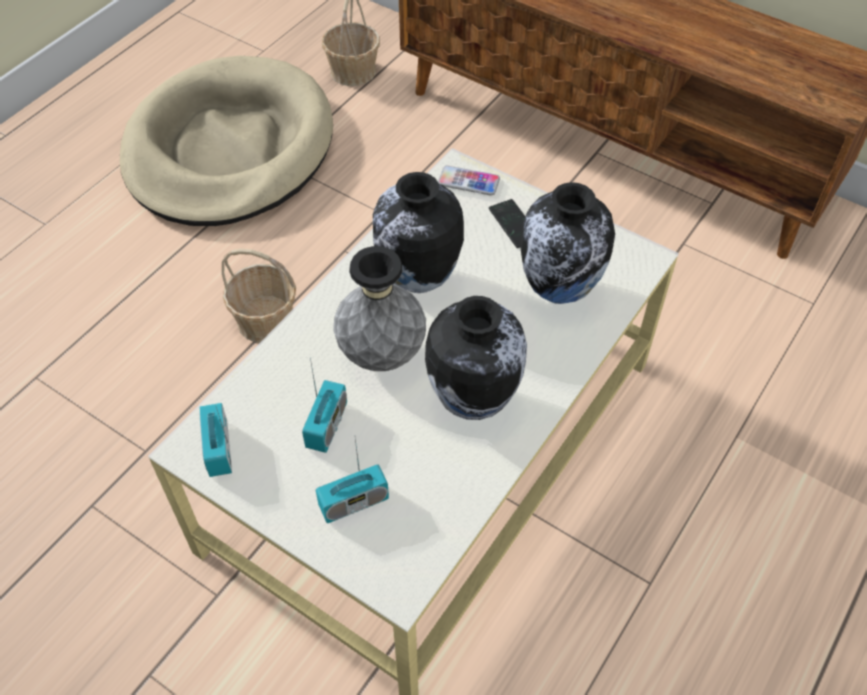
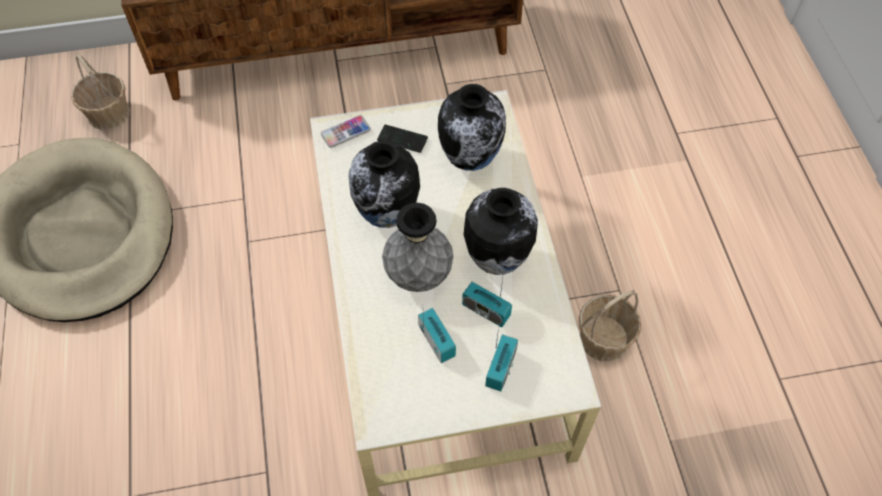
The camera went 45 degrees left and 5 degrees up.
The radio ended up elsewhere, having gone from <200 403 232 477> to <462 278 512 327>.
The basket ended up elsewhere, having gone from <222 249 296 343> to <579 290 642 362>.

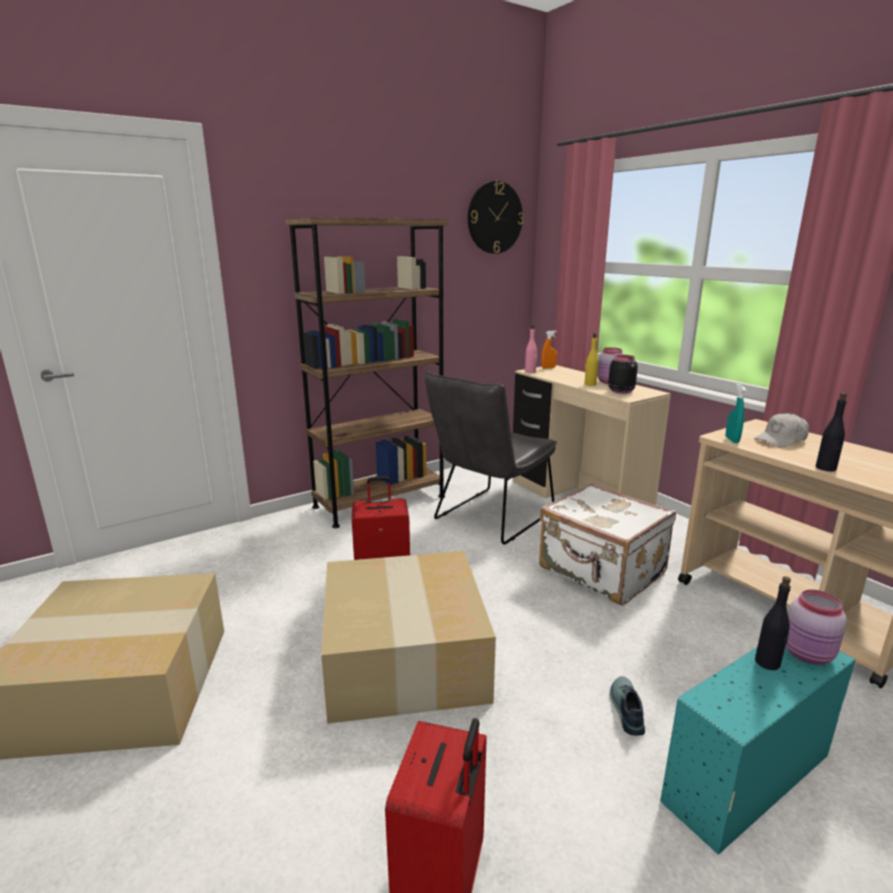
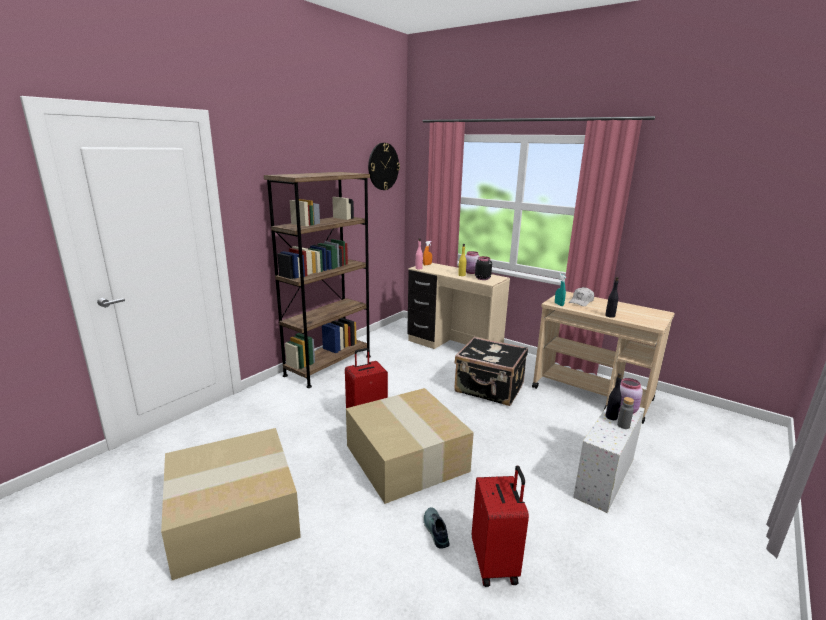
The camera went 20 degrees left and 0 degrees up.
The second view lost the grey chair at <425 371 557 545>.
What was the white suitcase at <539 483 676 605> turned into the black suitcase at <454 337 528 406>.
The shoe ended up elsewhere, having gone from <609 676 645 736> to <423 507 450 549>.
What was the turquoise storage box at <660 646 856 855> turned into the white storage box at <573 407 645 513>.
The second view gained the grey bottle at <617 397 634 429>.

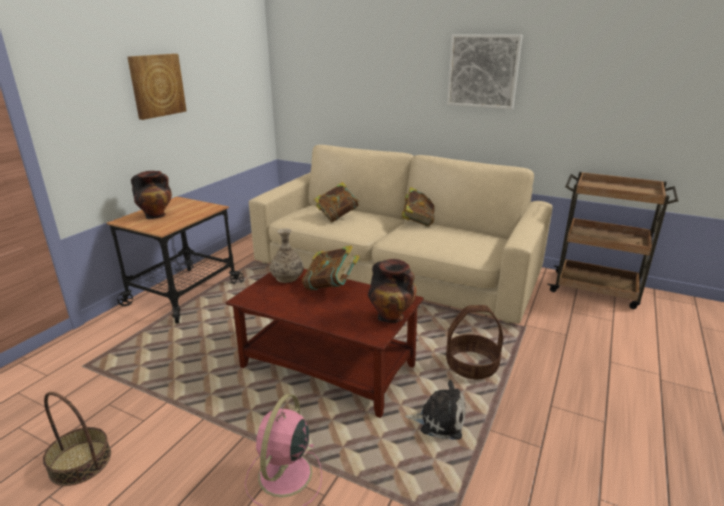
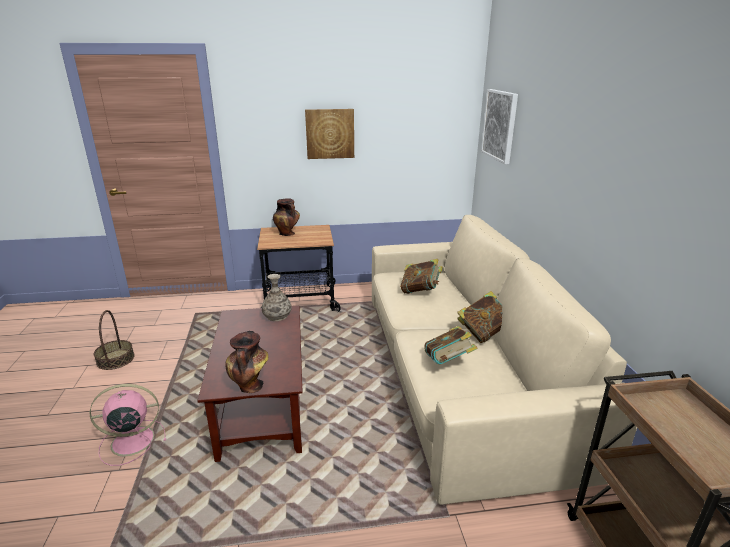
The camera went 55 degrees right and 0 degrees up.
The book ended up elsewhere, having gone from <302 245 360 291> to <424 326 478 364>.
The second view lost the plush toy at <405 380 466 440>.
The second view lost the basket at <446 305 503 379>.
The picture ended up elsewhere, having gone from <447 34 522 109> to <481 89 518 165>.

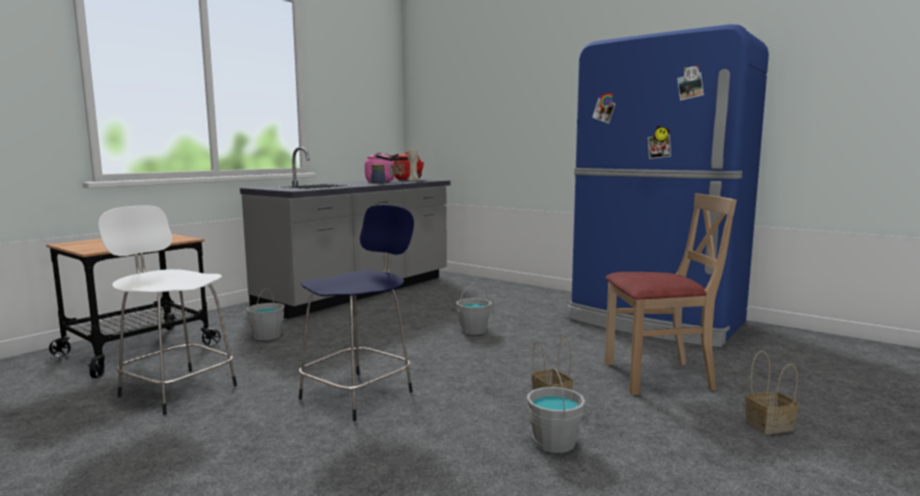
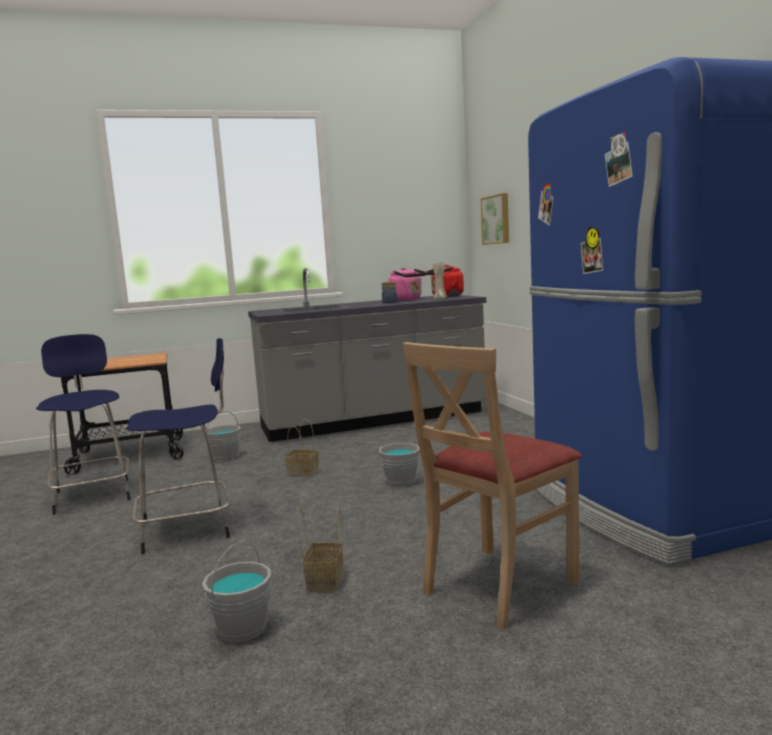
The camera went 35 degrees right and 0 degrees up.
What was the white stool at <98 205 237 415> turned into the blue stool at <36 334 131 515>.
The beige chair at <605 193 737 395> ended up facing another way, 105 degrees clockwise from before.
The basket ended up elsewhere, having gone from <745 351 799 434> to <285 419 319 477>.
The second view gained the picture at <480 193 509 245>.

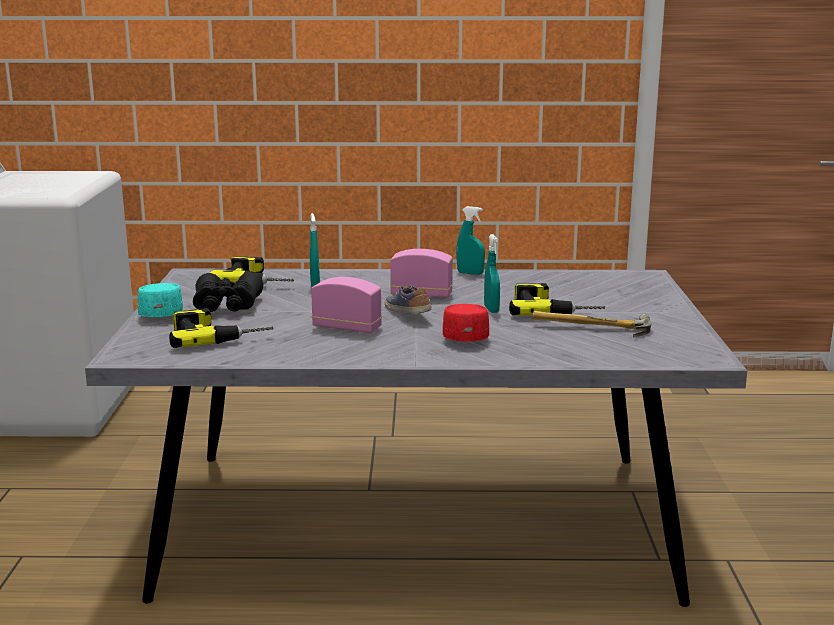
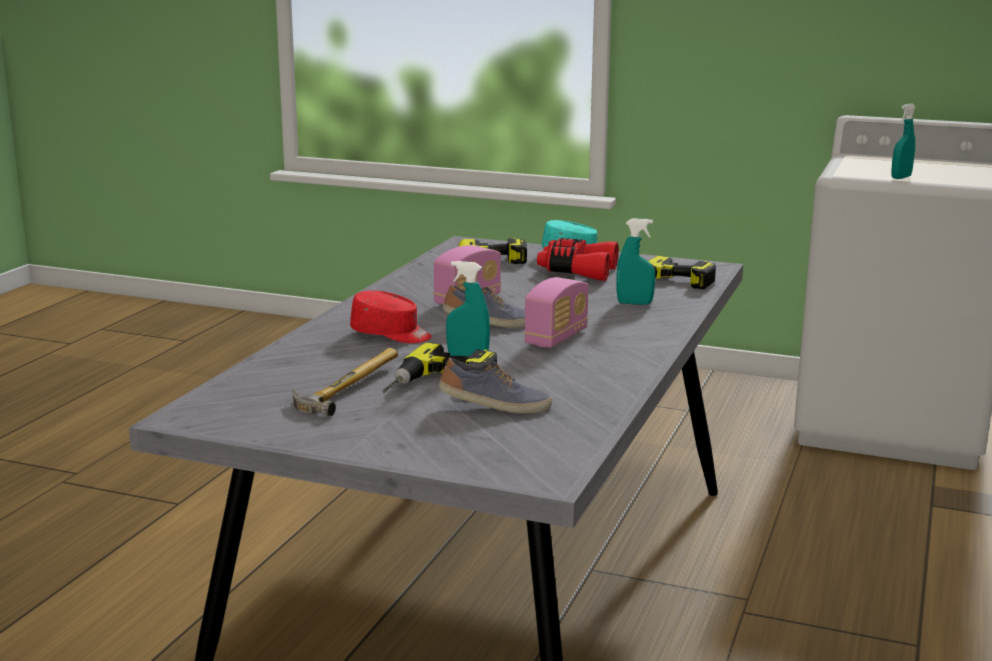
The camera went 110 degrees right and 0 degrees up.
What was the black binoculars at <193 272 263 312> turned into the red binoculars at <537 238 619 281>.
The turquoise spray bottle ended up elsewhere, having gone from <456 206 485 275> to <891 104 916 179>.
The second view gained the shoe at <439 358 552 414>.

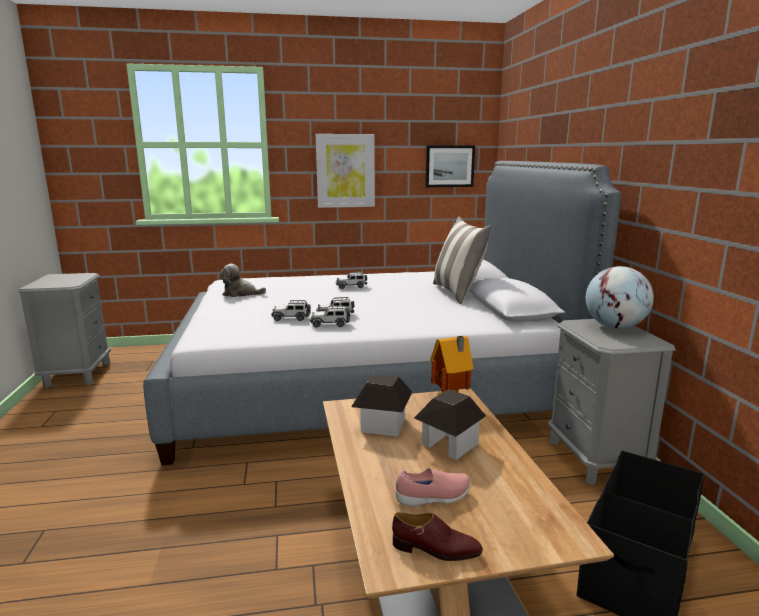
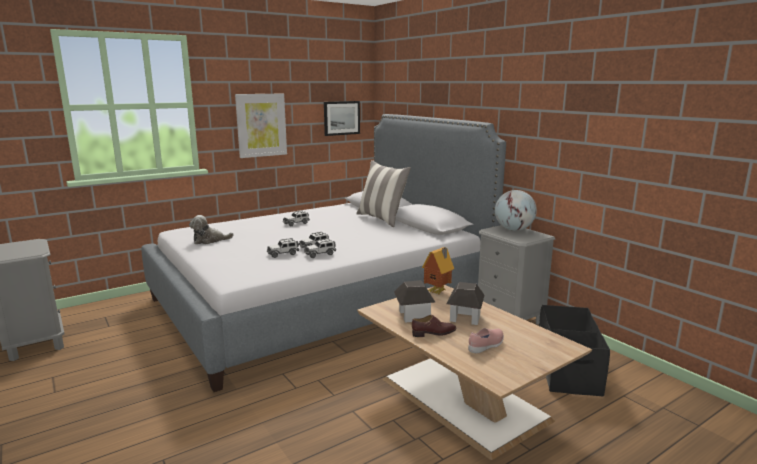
The camera went 25 degrees left and 0 degrees up.
The brown shoe ended up elsewhere, having gone from <392 512 483 561> to <412 315 456 337>.

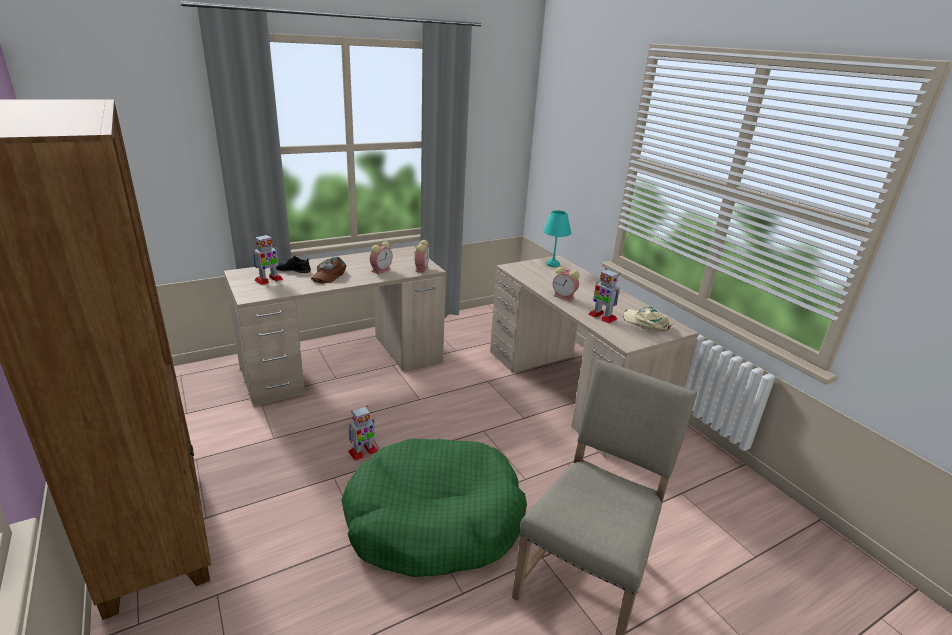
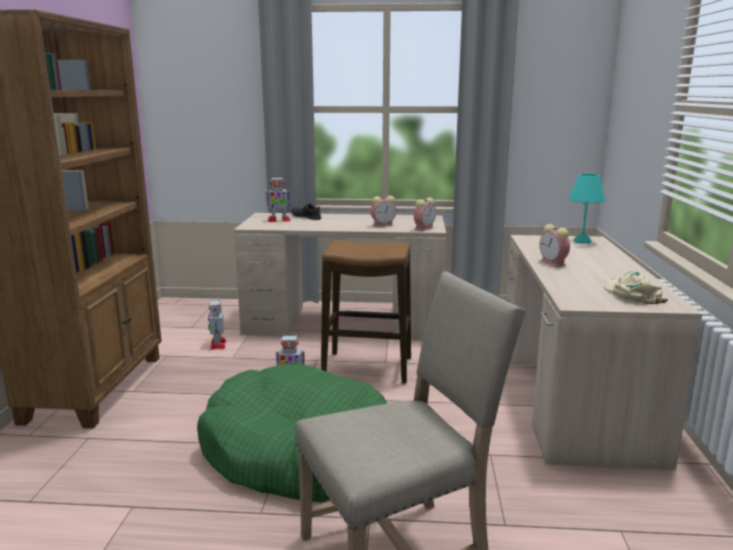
The camera went 35 degrees right and 10 degrees down.
The second view lost the brown cap at <311 257 346 284>.
The toy robot ended up elsewhere, having gone from <588 268 620 324> to <208 299 226 350>.
The second view gained the stool at <321 240 411 384>.

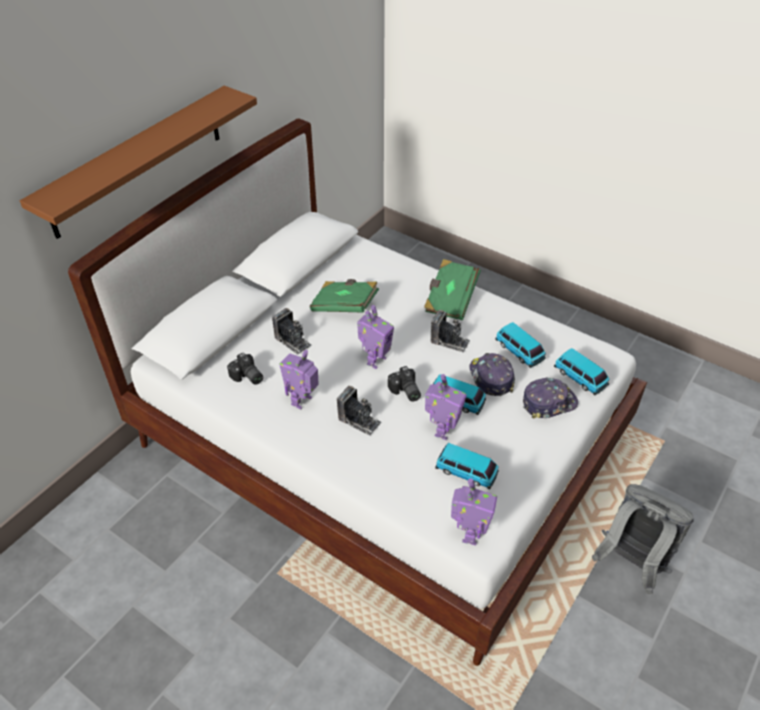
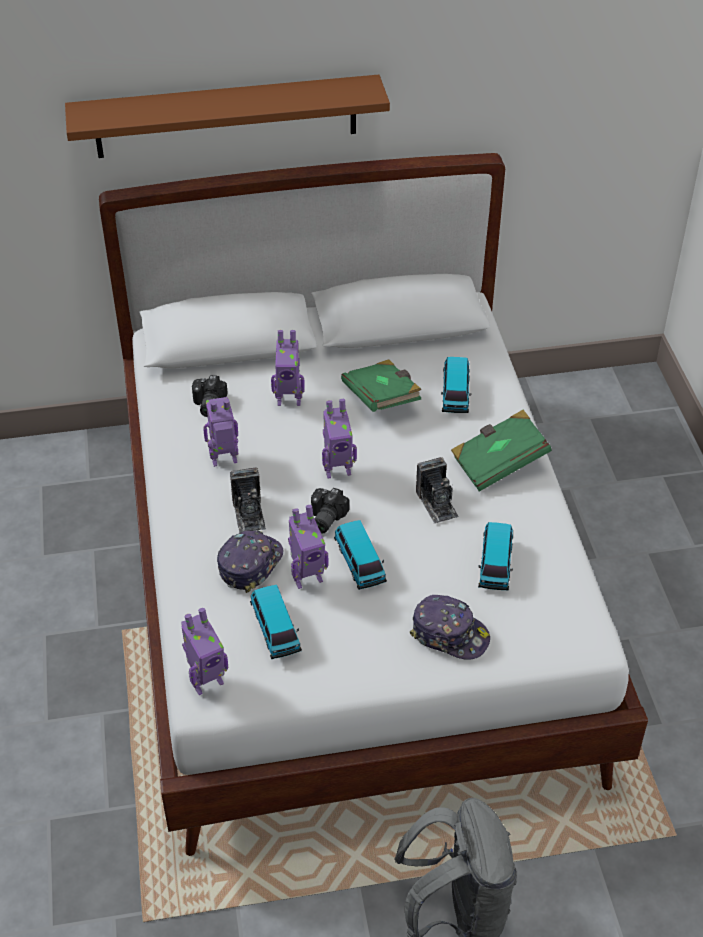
The camera went 45 degrees right and 0 degrees up.
Where the photo camera stood at <272 308 311 355>, the toy robot came to stand at <271 330 305 406>.
The cap ended up elsewhere, having gone from <469 353 515 396> to <217 531 283 593>.
The toy car ended up elsewhere, having gone from <554 348 610 395> to <441 357 471 413>.

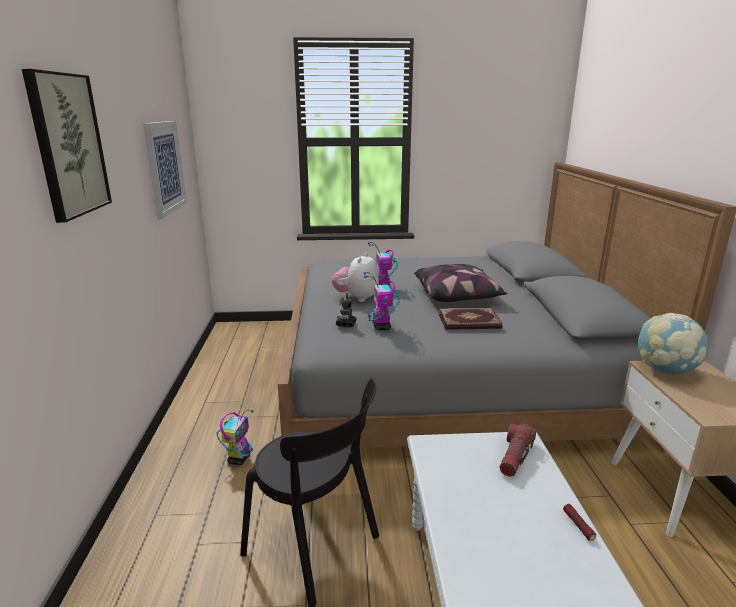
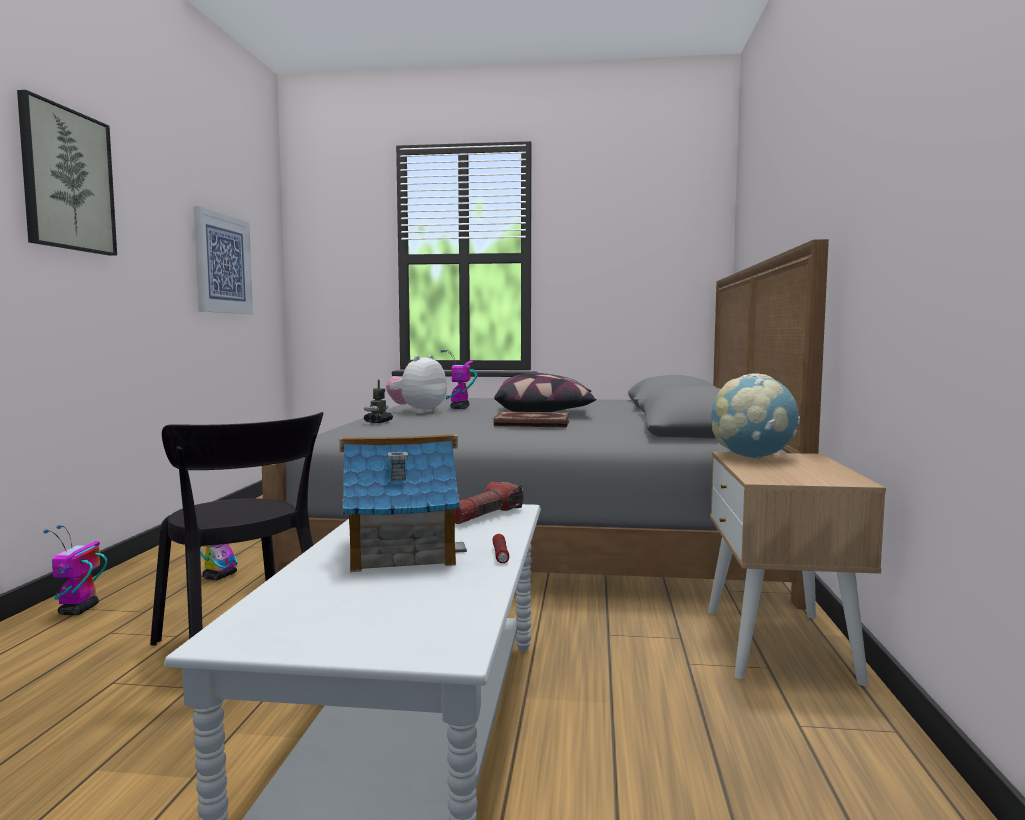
The camera went 10 degrees right and 15 degrees down.
The toy robot ended up elsewhere, having gone from <364 272 400 330> to <43 525 107 615>.
The second view gained the toy house at <340 434 467 572>.

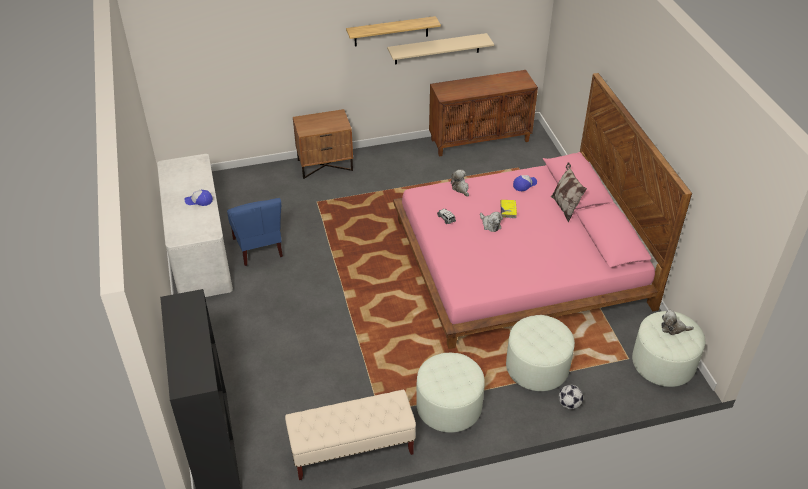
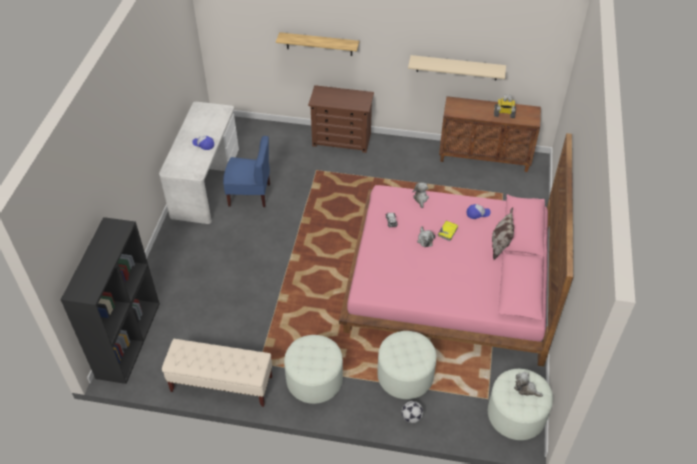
The camera went 25 degrees right and 5 degrees up.
The blue chair at <227 198 283 266> ended up facing another way, 90 degrees counterclockwise from before.
Where the brown nightstand stood at <293 109 353 179>, the brown dresser came to stand at <308 85 374 153>.
The shelf ended up elsewhere, having gone from <346 16 441 46> to <276 32 359 56>.
The second view gained the toy robot at <494 94 516 118>.

